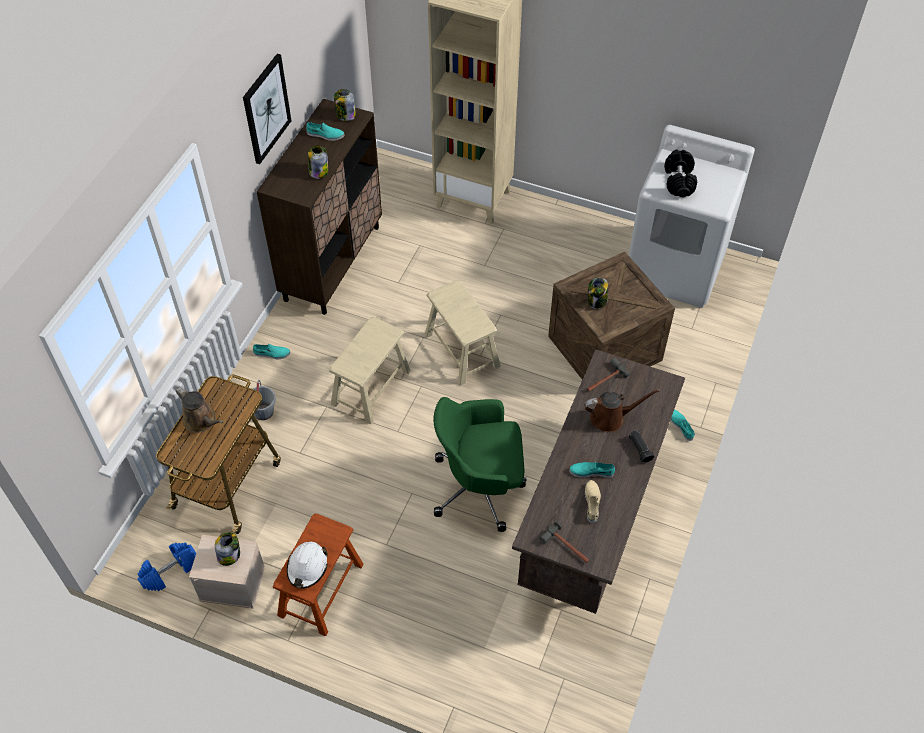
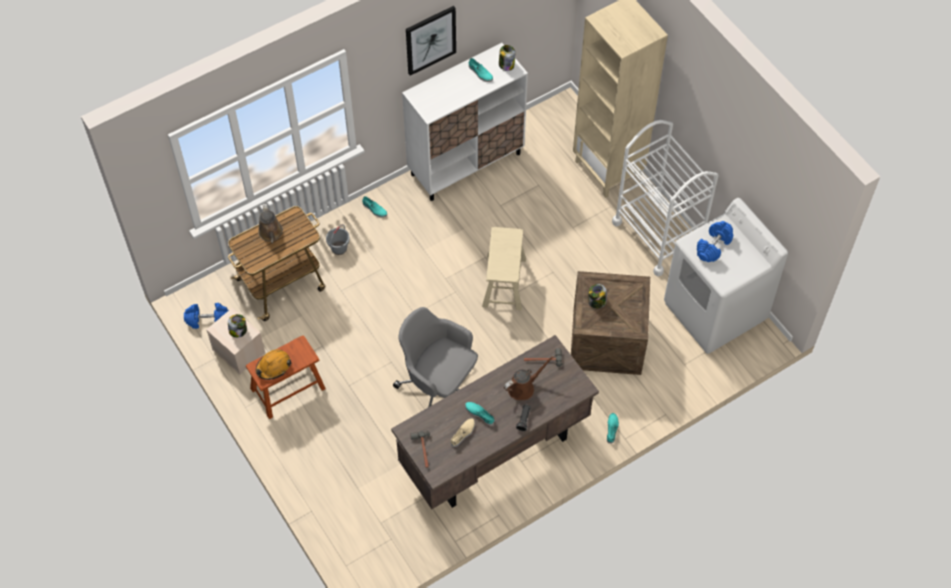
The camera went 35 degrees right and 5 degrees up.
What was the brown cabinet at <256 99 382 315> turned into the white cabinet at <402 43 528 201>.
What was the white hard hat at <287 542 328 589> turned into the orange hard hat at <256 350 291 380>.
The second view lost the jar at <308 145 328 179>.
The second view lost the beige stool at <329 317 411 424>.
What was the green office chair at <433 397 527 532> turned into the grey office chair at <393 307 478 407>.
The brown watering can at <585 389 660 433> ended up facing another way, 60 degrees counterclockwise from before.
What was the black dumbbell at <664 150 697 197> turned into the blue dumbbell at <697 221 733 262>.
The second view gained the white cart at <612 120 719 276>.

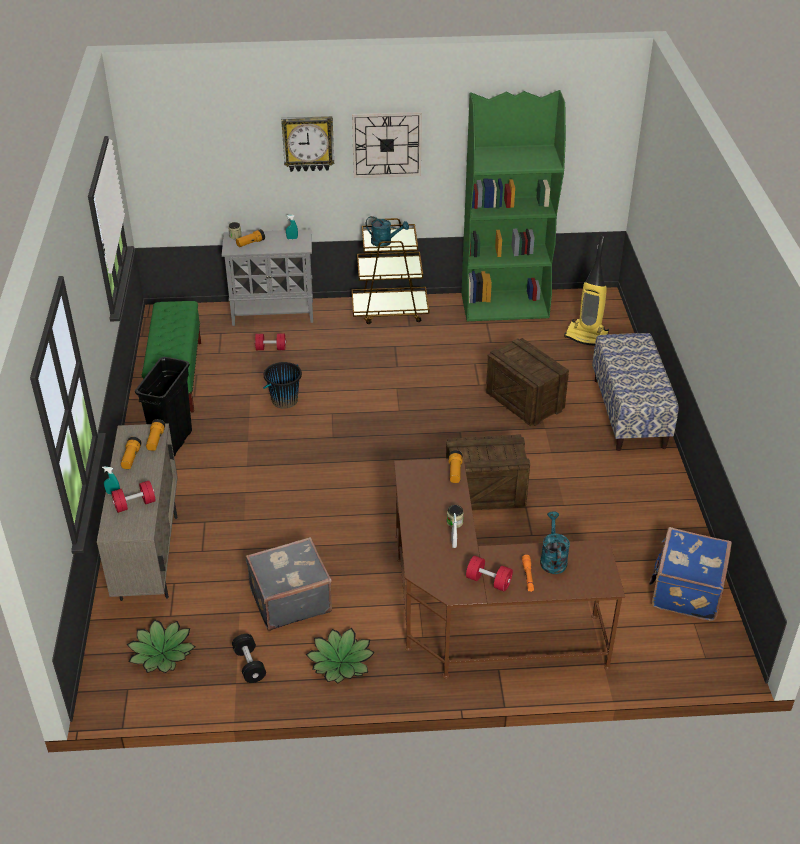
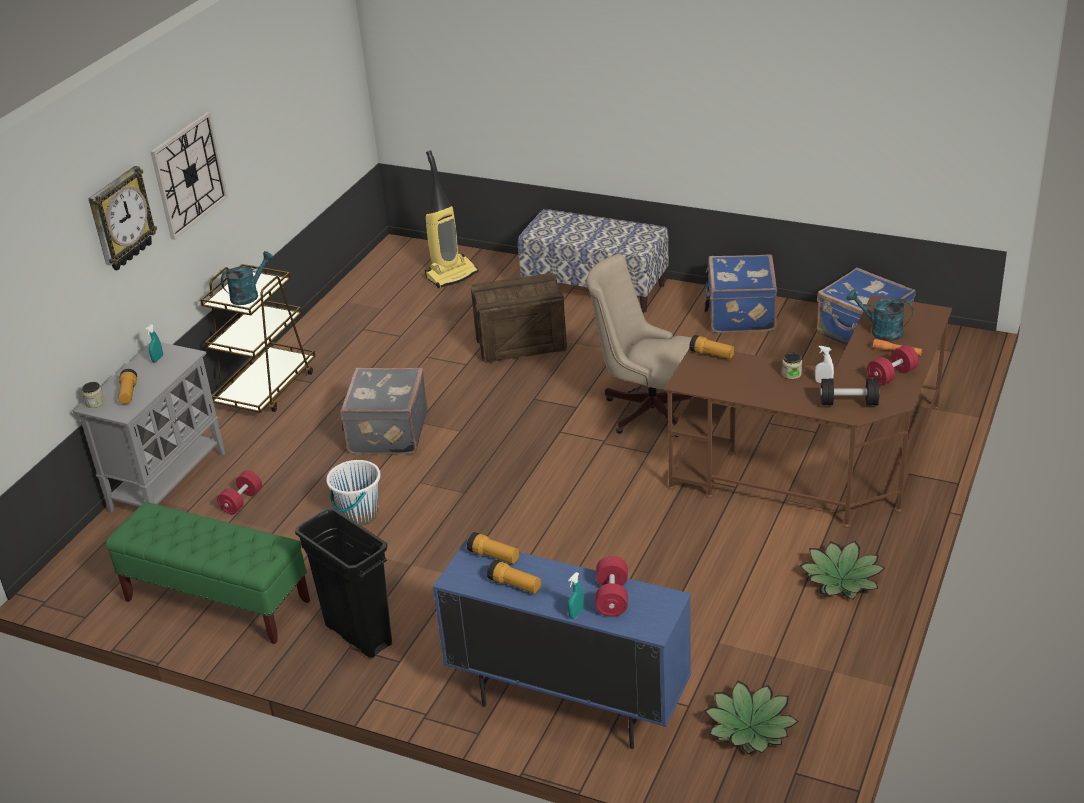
The camera went 60 degrees left and 5 degrees down.
What was the beige cabinet at <97 423 178 601> turned into the blue cabinet at <433 539 691 749>.
The black dumbbell ended up elsewhere, having gone from <232 634 266 683> to <820 379 880 405>.
The grey suitcase ended up elsewhere, having gone from <245 537 332 631> to <340 368 428 455>.
What was the black bucket at <263 362 302 409> turned into the white bucket at <326 460 381 526>.
Where the crate stood at <446 434 530 510>, the beige office chair came to stand at <587 254 692 437>.
The second view lost the green bookcase at <461 90 566 321>.
The second view gained the blue suitcase at <704 255 777 333>.

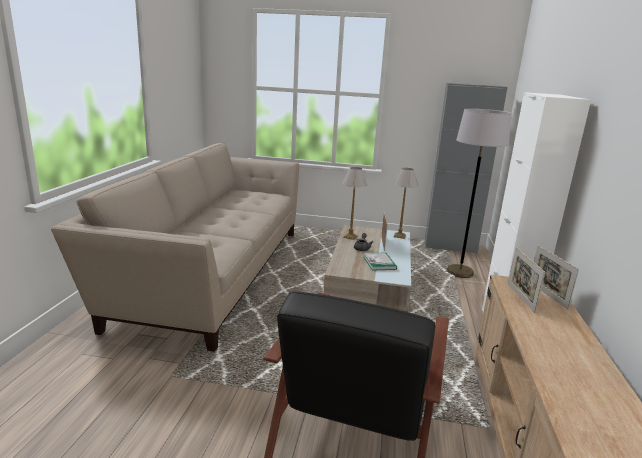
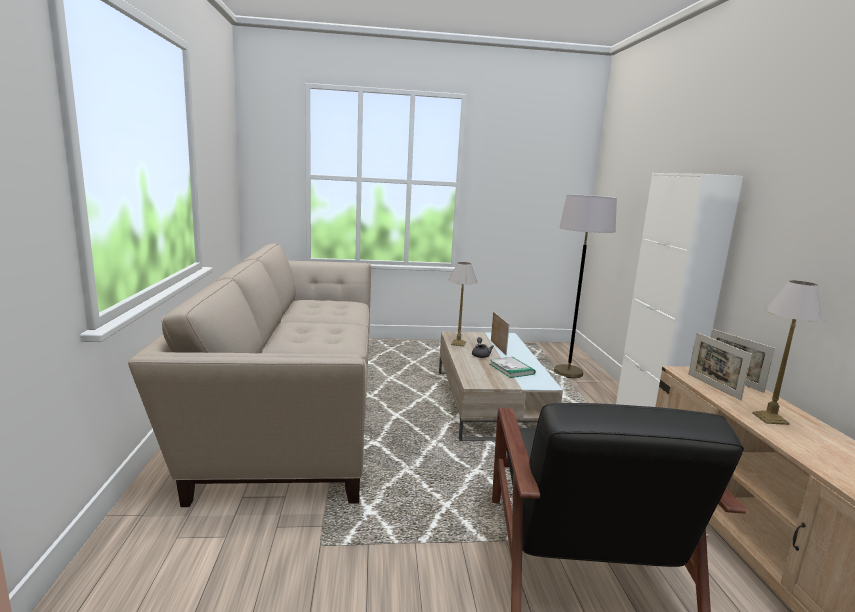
The camera went 15 degrees left and 5 degrees down.
The table lamp ended up elsewhere, having gone from <393 168 418 239> to <752 280 828 425>.
The second view lost the grey cabinet at <425 83 508 254>.

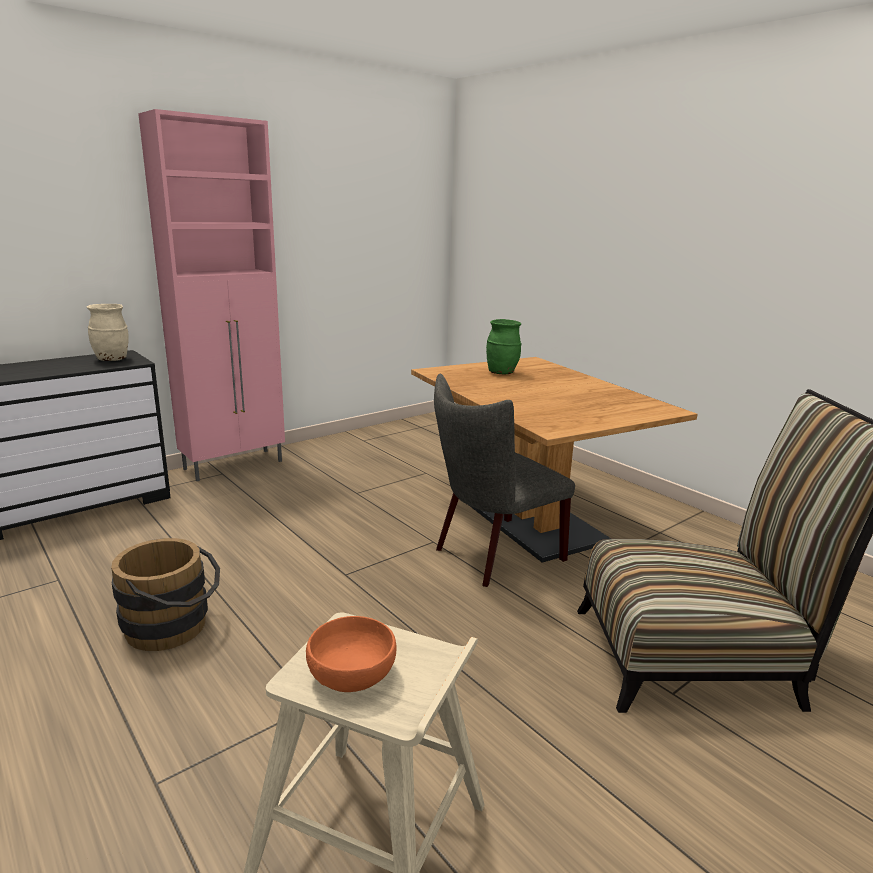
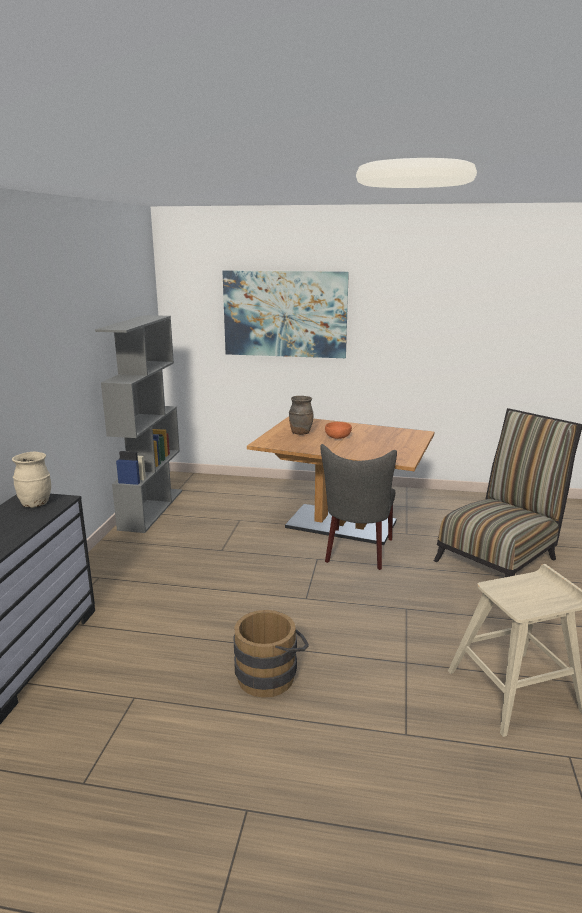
The camera went 40 degrees left and 0 degrees up.
The second view lost the pink cabinet at <138 109 285 481>.
The orange bowl ended up elsewhere, having gone from <306 616 396 692> to <325 422 352 439>.
What was the green vase at <486 319 522 374> turned into the brown vase at <289 396 314 435>.
The second view gained the grey bookcase at <95 315 182 533>.
The second view gained the picture at <222 271 349 358>.

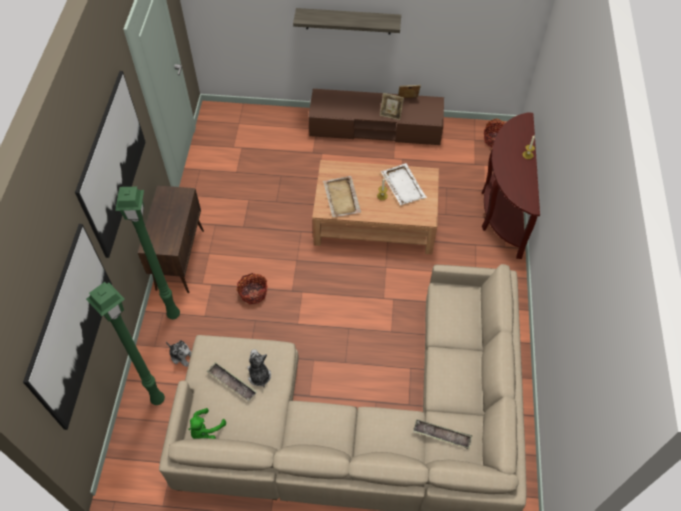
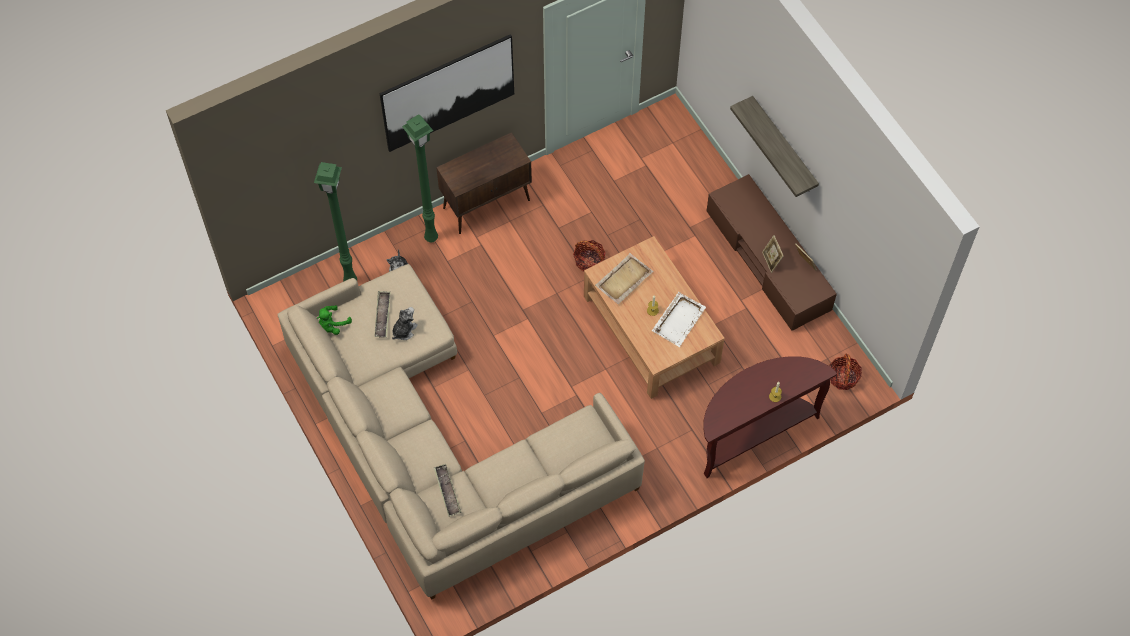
The camera went 55 degrees right and 5 degrees up.
The second view lost the picture at <23 224 112 430>.
The green plush toy at <188 408 226 439> ended up facing another way, 45 degrees counterclockwise from before.
The basket ended up elsewhere, having gone from <236 273 268 304> to <573 240 606 271>.

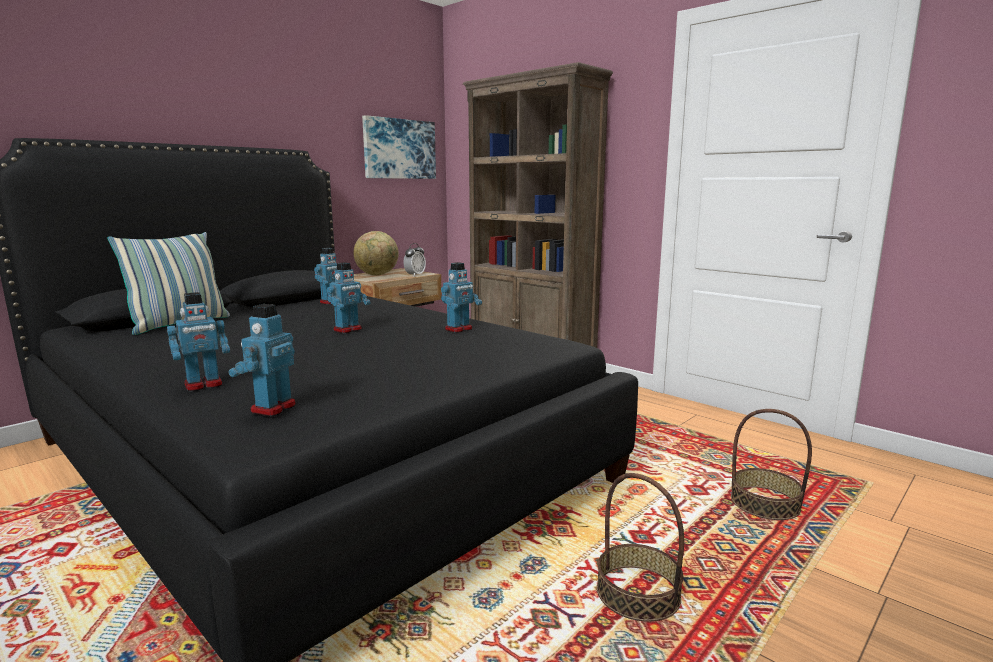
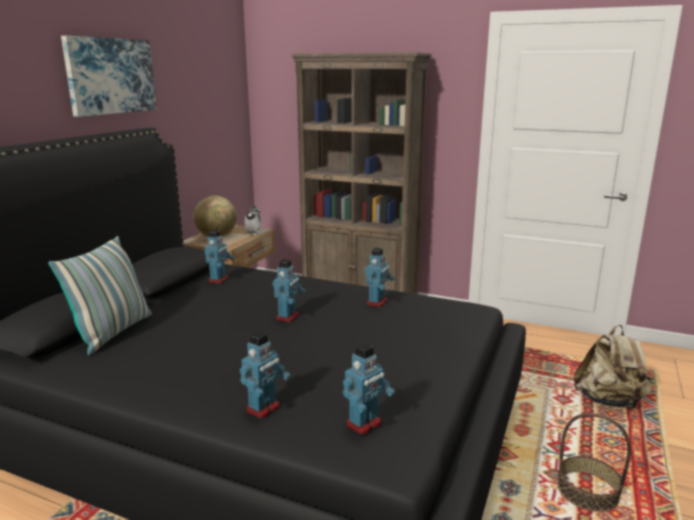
The camera went 20 degrees left and 5 degrees up.
The toy robot at <229 304 296 417> ended up facing another way, 135 degrees counterclockwise from before.
The picture ended up elsewhere, having gone from <362 115 436 179> to <61 36 157 117>.
Where the basket stood at <731 409 812 520>, the beige backpack came to stand at <574 325 651 409>.

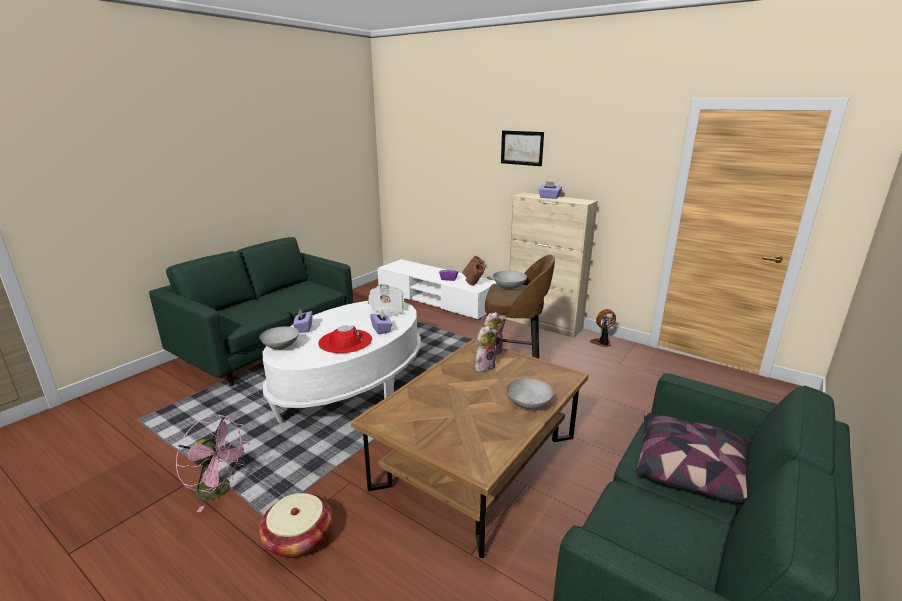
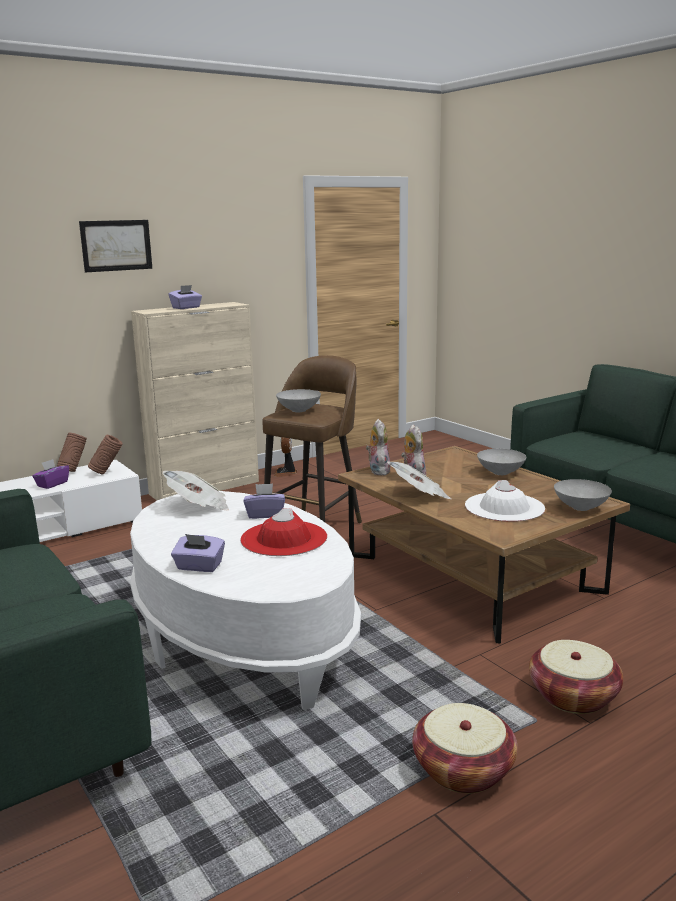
The camera went 70 degrees left and 5 degrees down.
Where the pink fan stood at <175 415 248 512>, the basket came to stand at <412 703 518 793>.
The grey bowl ended up elsewhere, having gone from <259 326 299 350> to <554 479 612 511>.
The second view lost the pillow at <636 413 751 504>.
The second view gained the newspaper at <387 461 451 499>.
The second view gained the white hat at <465 480 545 522>.

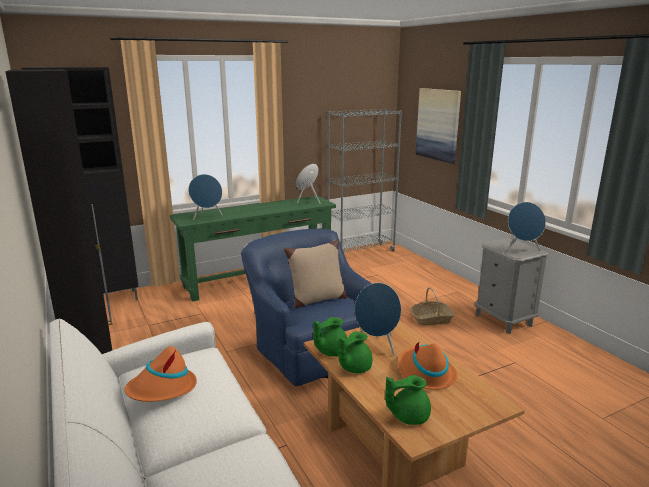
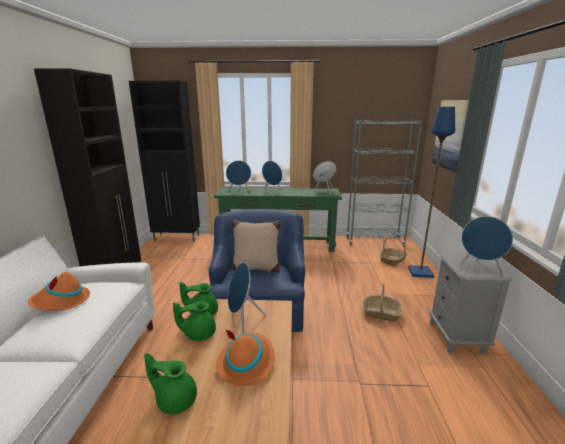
The camera went 30 degrees right and 0 degrees up.
The second view gained the blue speaker at <262 161 282 195>.
The second view gained the basket at <380 237 408 266>.
The second view gained the blue floor lamp at <408 107 455 278>.

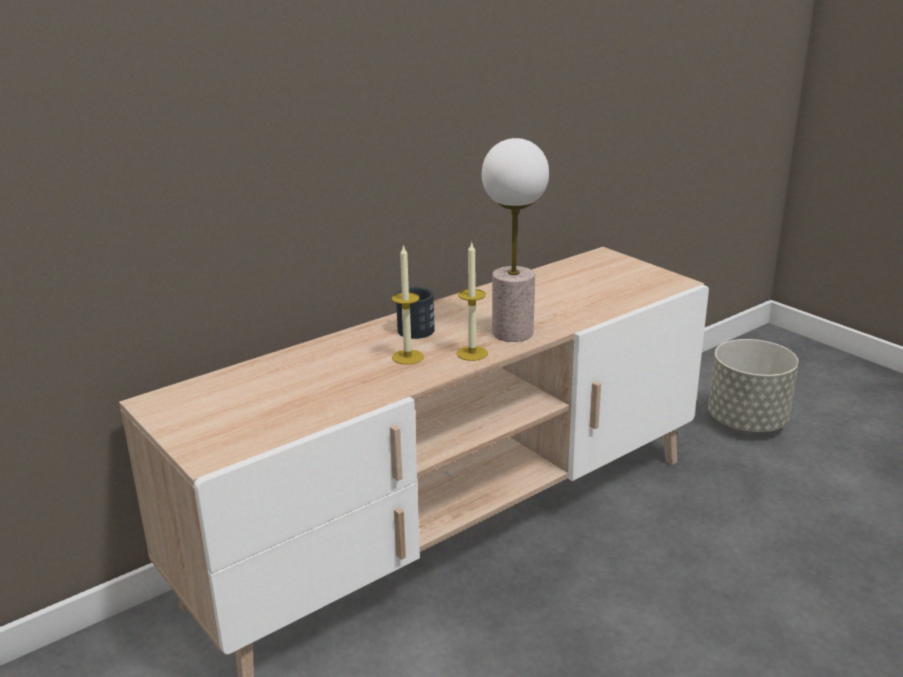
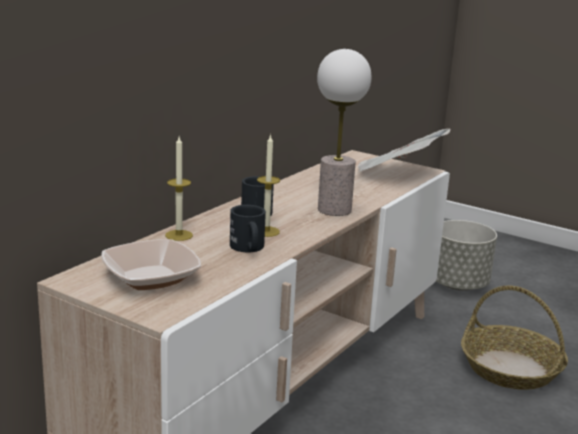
The camera went 20 degrees left and 5 degrees down.
The candle ended up elsewhere, having gone from <456 243 488 361> to <165 137 193 241>.
The second view gained the bowl at <101 239 201 290>.
The second view gained the black mug at <230 205 266 252>.
The second view gained the newspaper at <357 129 451 173>.
The second view gained the basket at <461 285 568 390>.

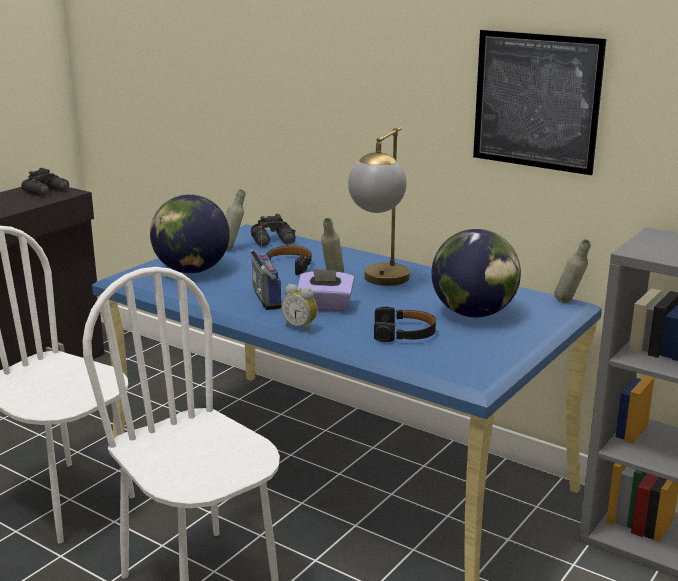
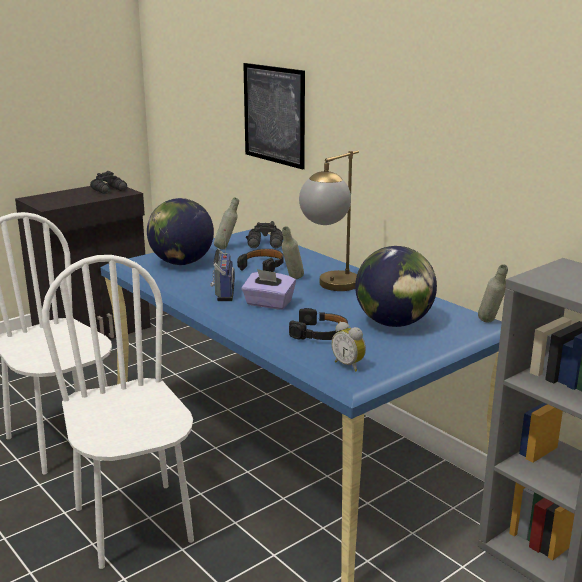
The camera went 15 degrees right and 0 degrees up.
The alarm clock ended up elsewhere, having gone from <281 284 317 332> to <332 321 366 372>.
The picture ended up elsewhere, having gone from <473 30 606 175> to <243 63 305 170>.

